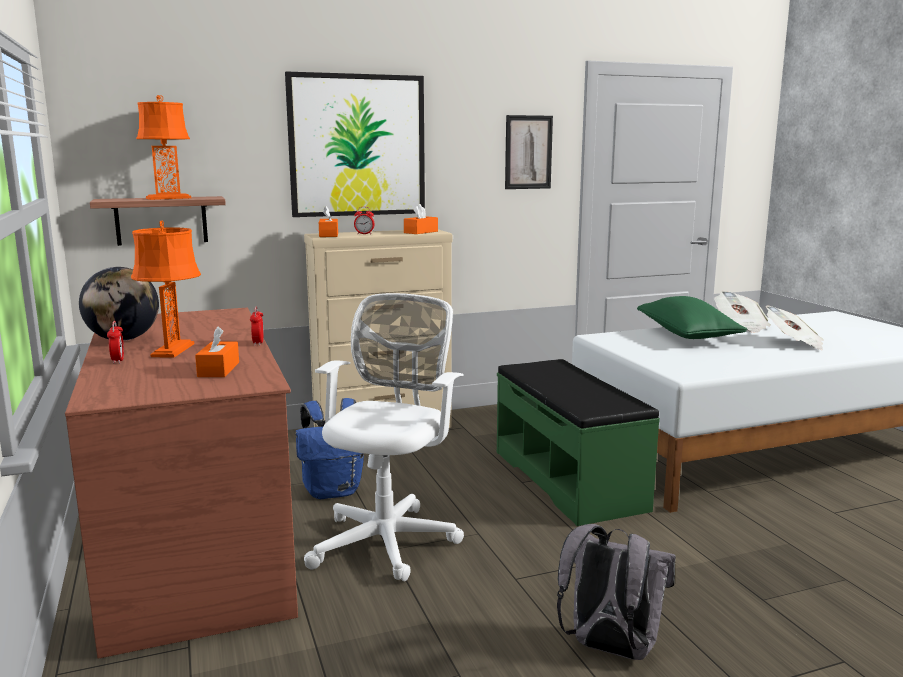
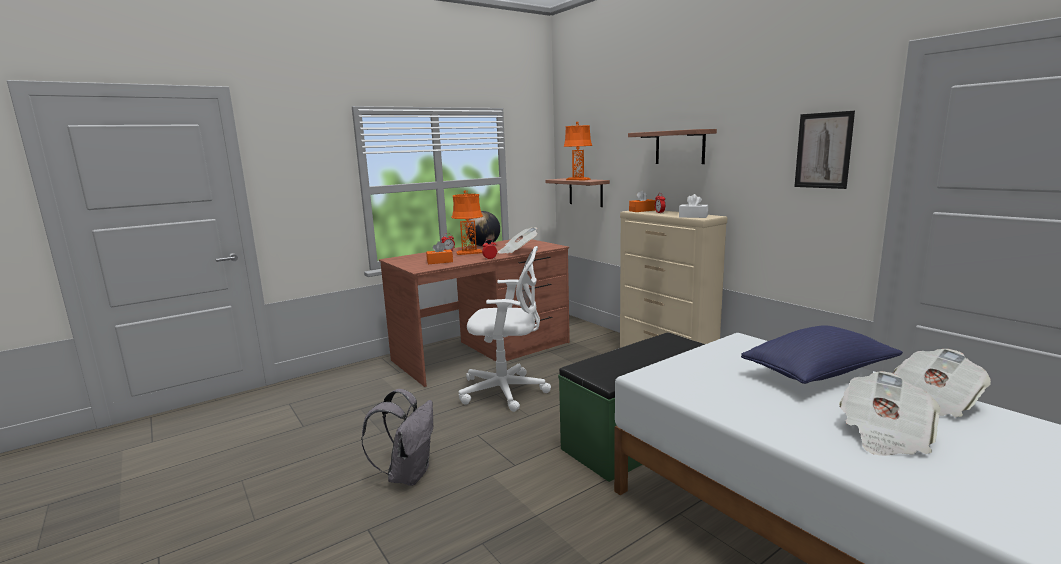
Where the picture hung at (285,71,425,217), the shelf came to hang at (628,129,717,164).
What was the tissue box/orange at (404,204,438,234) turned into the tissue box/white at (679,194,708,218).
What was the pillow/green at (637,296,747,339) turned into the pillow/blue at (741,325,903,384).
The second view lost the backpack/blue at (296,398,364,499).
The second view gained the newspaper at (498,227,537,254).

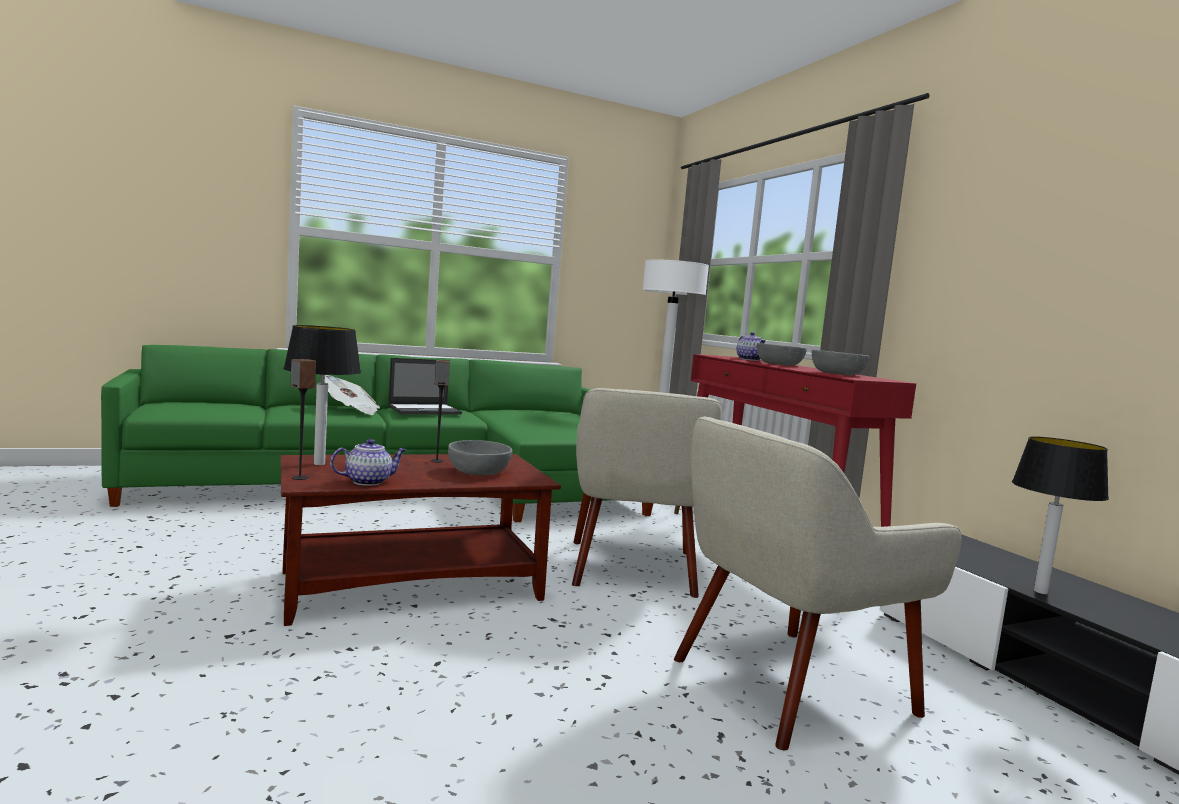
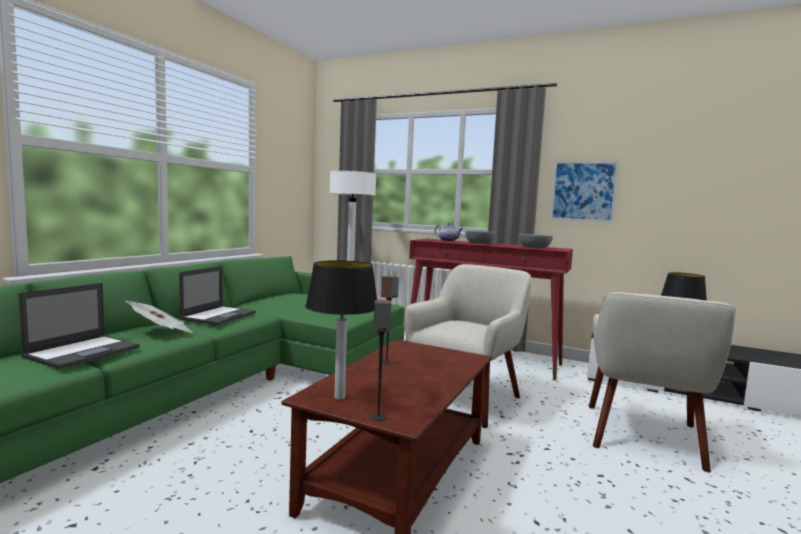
The armchair/beige at (572,388,723,598) ended up facing another way, 105 degrees counterclockwise from before.
The second view lost the teapot at (330,439,406,486).
The second view lost the bowl/grey at (448,440,512,476).
The second view gained the picture at (550,161,619,222).
The second view gained the laptop at (18,283,140,369).

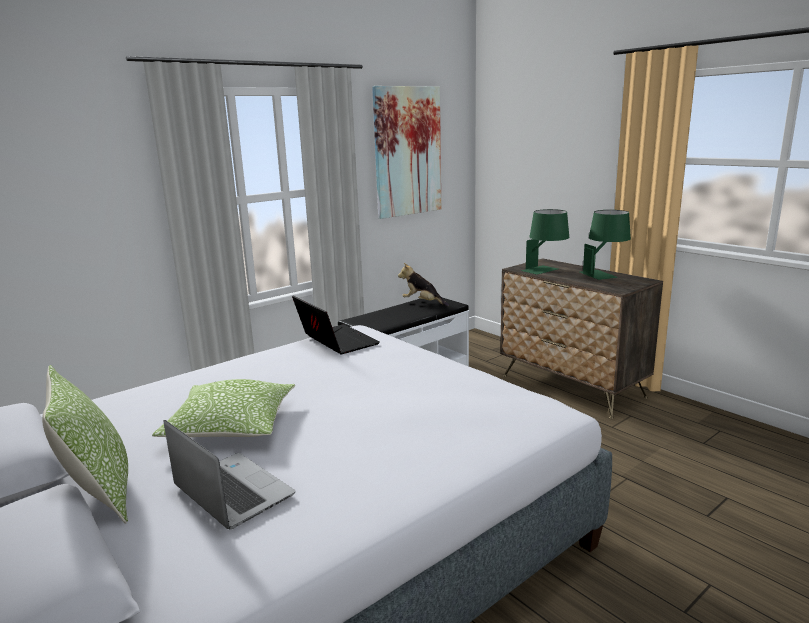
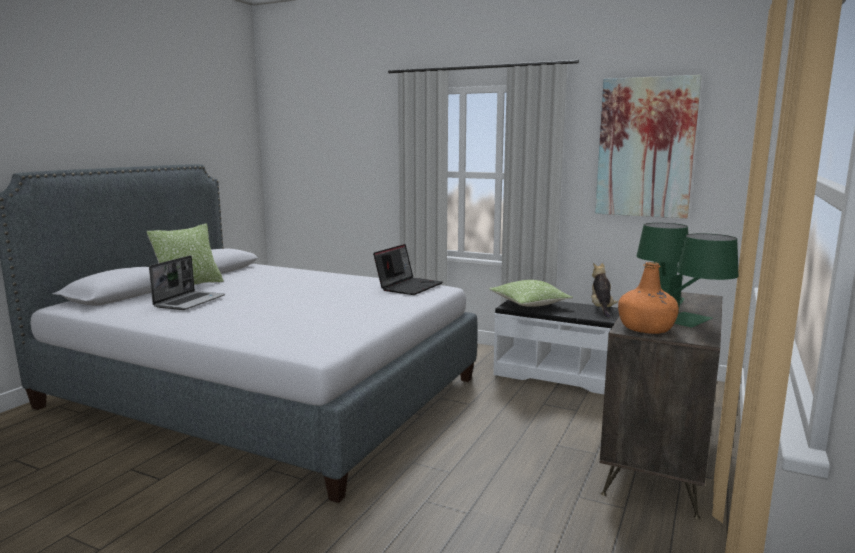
The pillow ended up elsewhere, having gone from (152,379,295,437) to (489,280,573,307).
The second view gained the bottle/orange at (618,262,679,334).

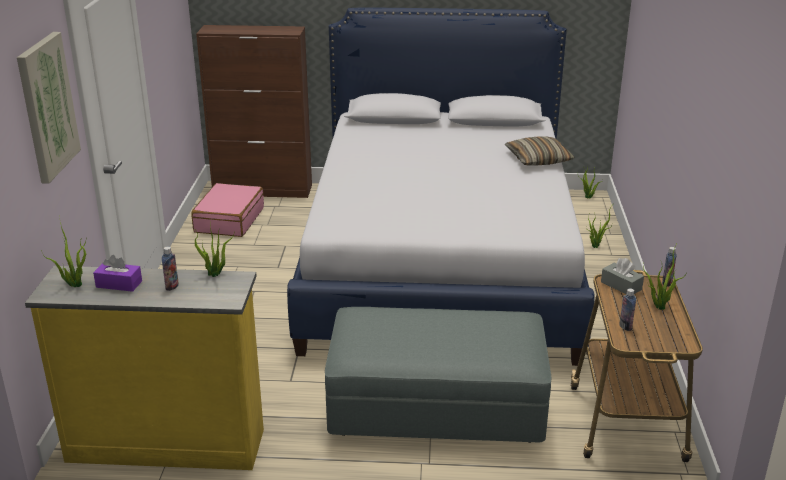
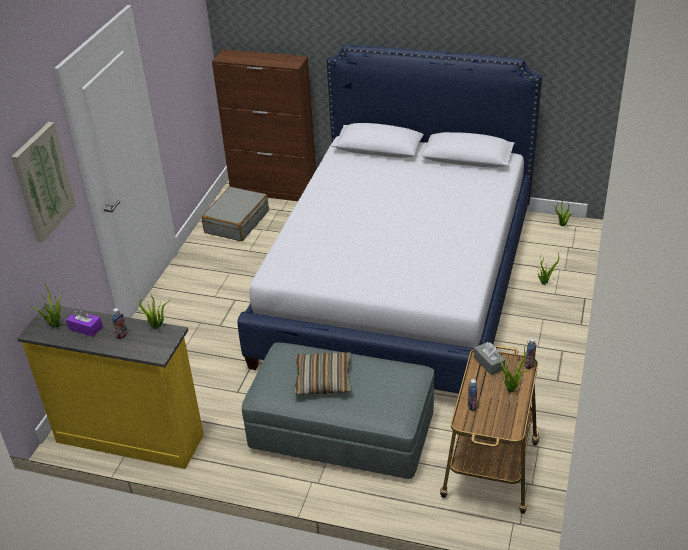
The pillow ended up elsewhere, having gone from (505,136,575,166) to (293,352,352,394).
What was the suitcase/pink at (192,183,264,237) turned into the suitcase/grey at (202,187,269,241).

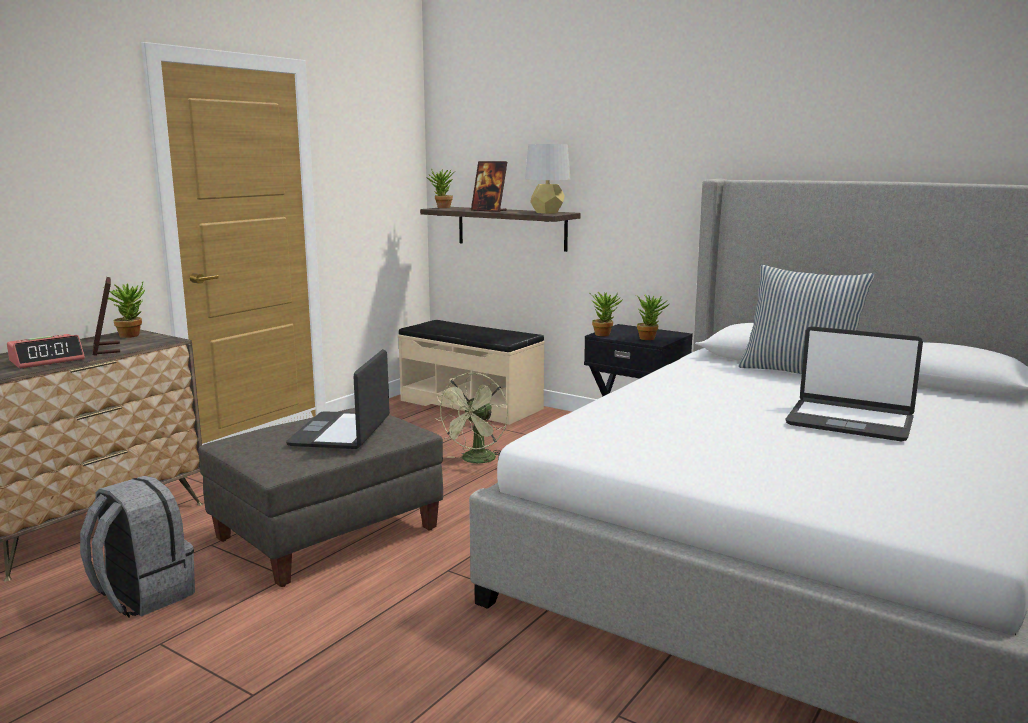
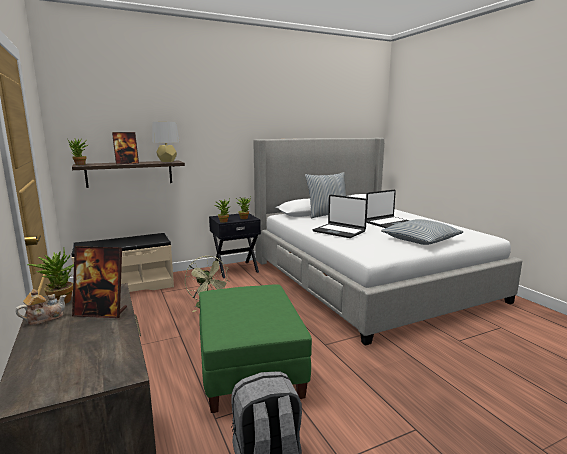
The second view lost the alarm clock at (7,334,85,369).
The laptop ended up elsewhere, having gone from (286,349,390,449) to (313,195,368,238).
What was the ottoman/grey at (198,408,443,587) turned into the ottoman/green at (199,284,312,413).
The second view gained the pillow at (381,219,464,245).
The second view gained the teapot at (15,289,66,325).

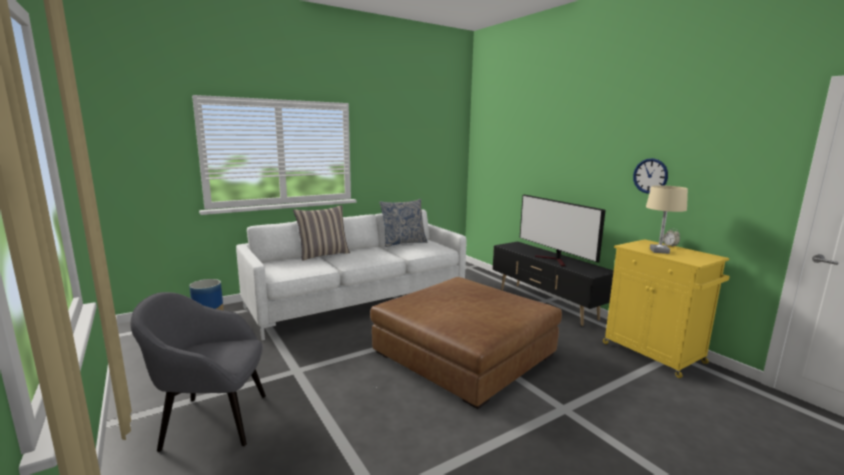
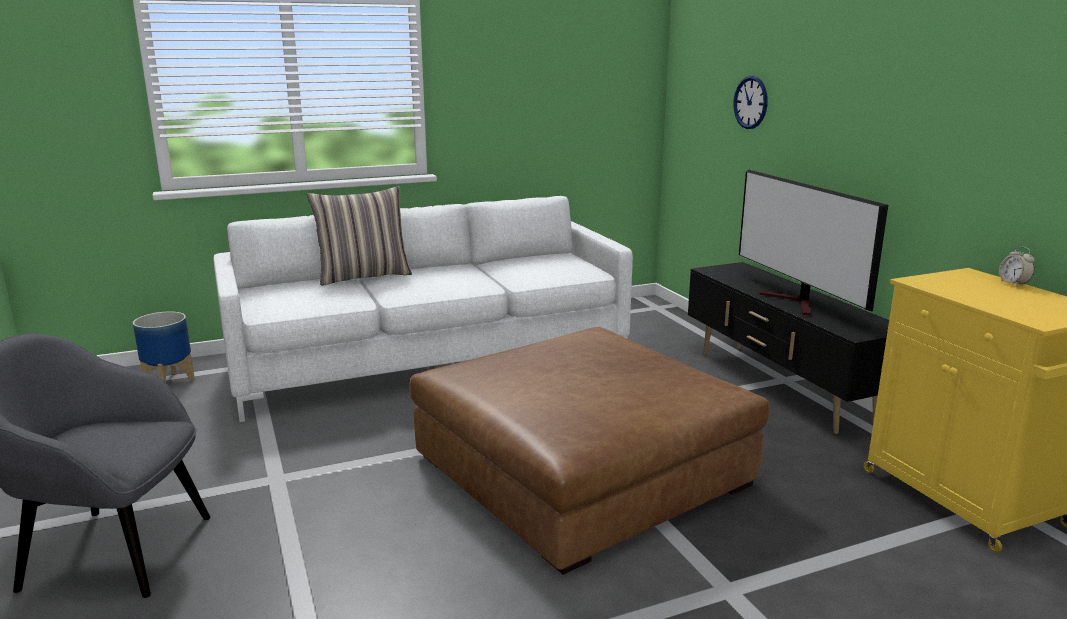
The wall clock ended up elsewhere, having gone from (633,158,668,194) to (734,76,768,129).
The second view lost the table lamp/beige at (646,185,688,254).
The second view lost the pillow at (379,199,428,247).

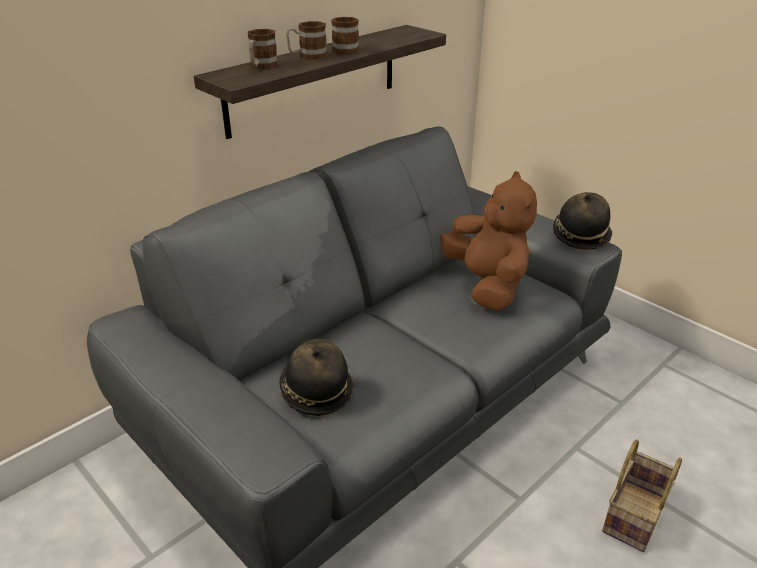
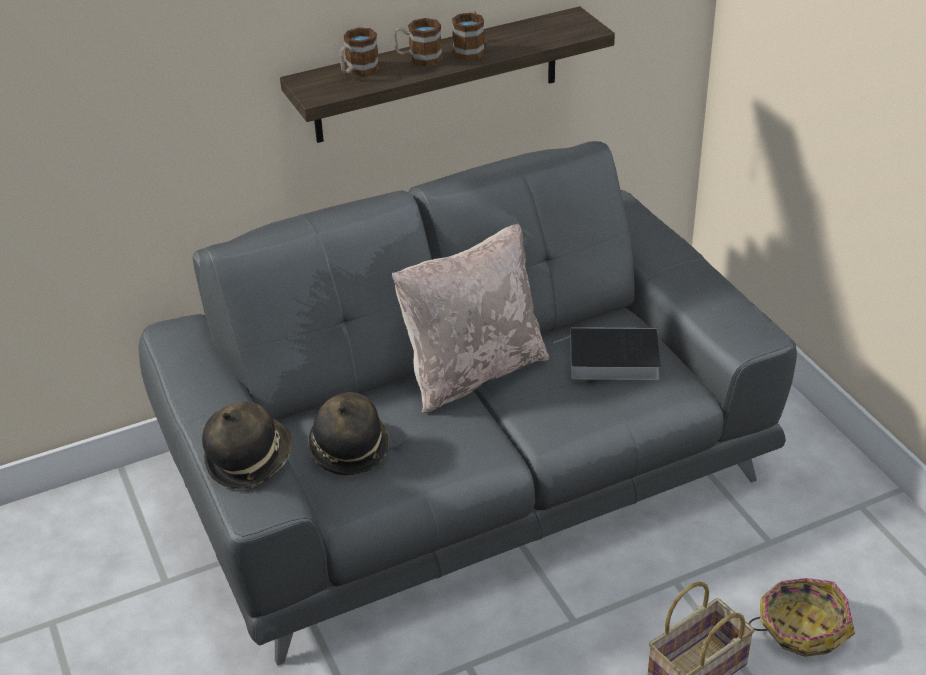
Where the plush toy/brown stood at (440,171,537,311), the book came to stand at (554,327,661,380).
The hat ended up elsewhere, having gone from (553,192,612,250) to (202,402,292,489).
The second view gained the pillow/beige at (392,224,549,413).
The second view gained the basket at (749,578,855,657).

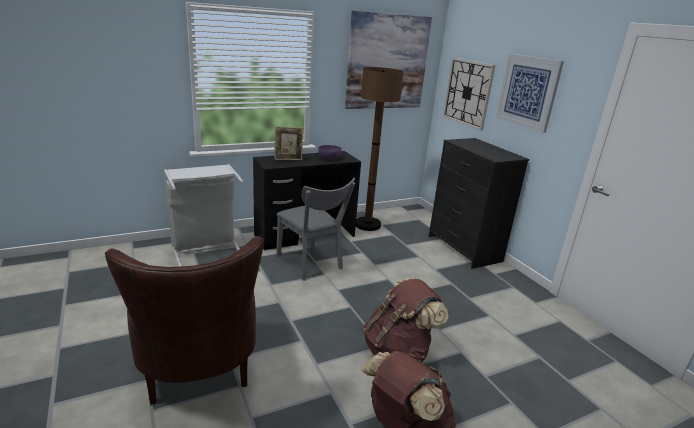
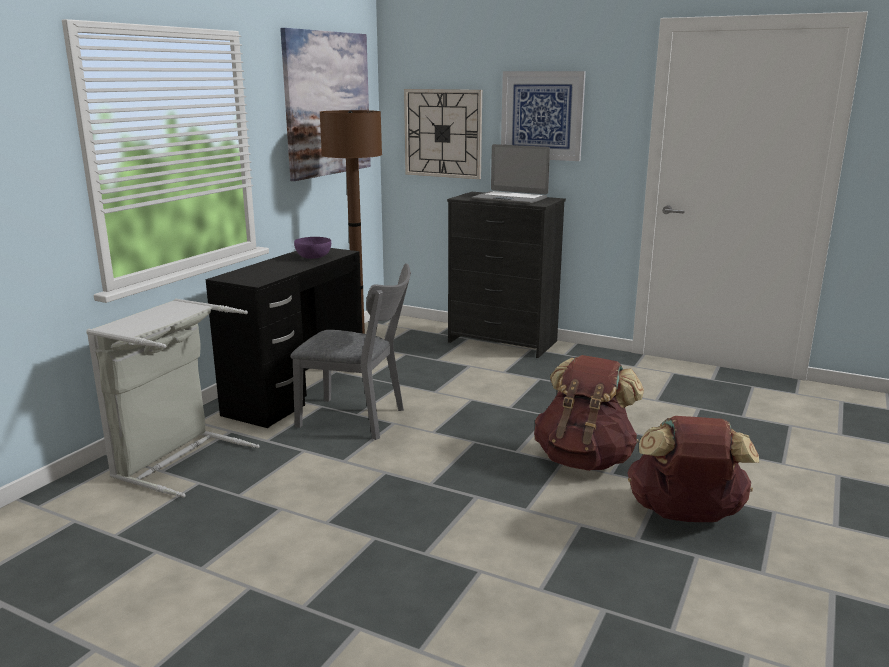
The second view lost the picture frame at (274,127,303,160).
The second view lost the armchair/brown at (105,236,264,405).
The second view gained the laptop at (472,144,550,204).

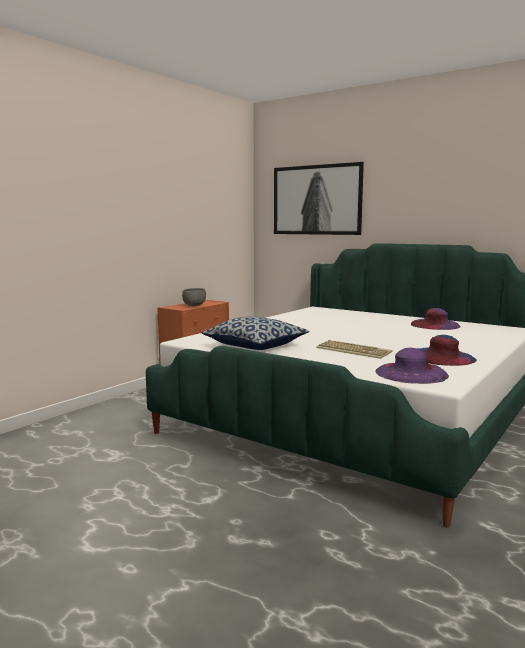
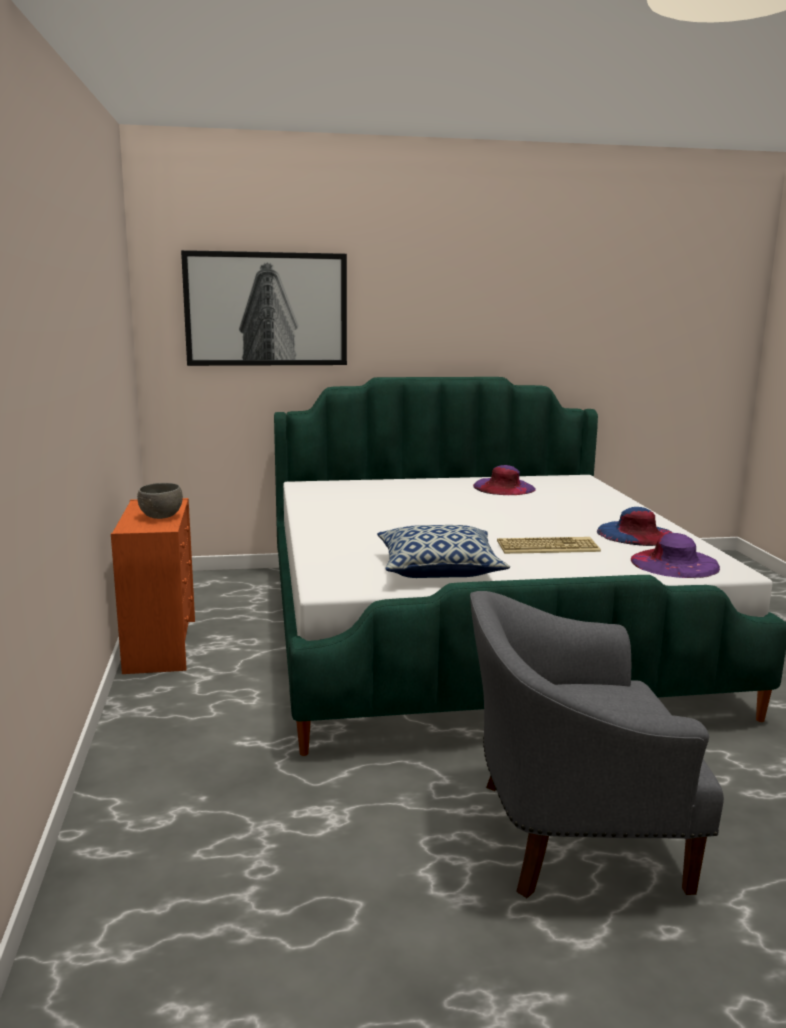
The second view gained the armchair/grey at (470,591,724,898).

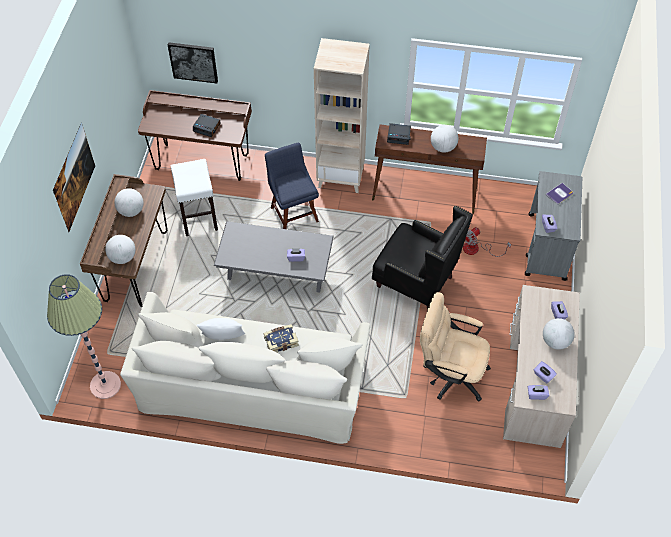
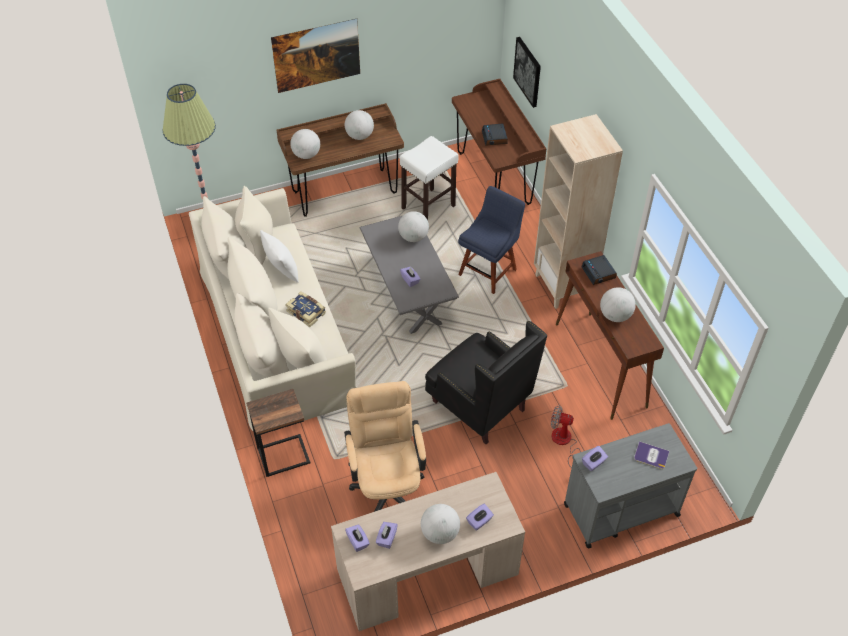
The armchair/black at (372,206,473,309) ended up facing another way, 45 degrees counterclockwise from before.
The second view gained the globe at (398,211,429,242).
The second view gained the side table at (246,389,310,477).

